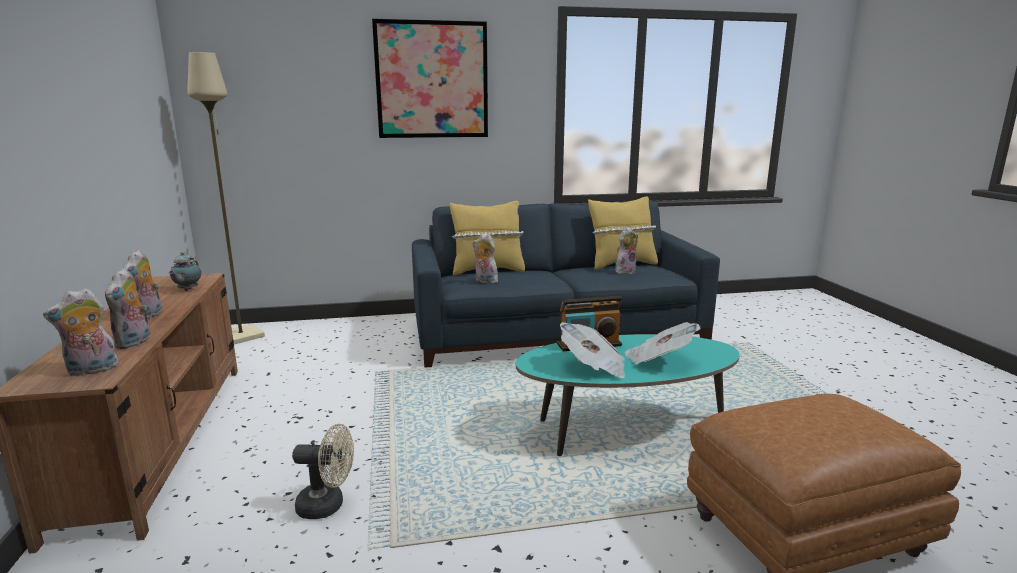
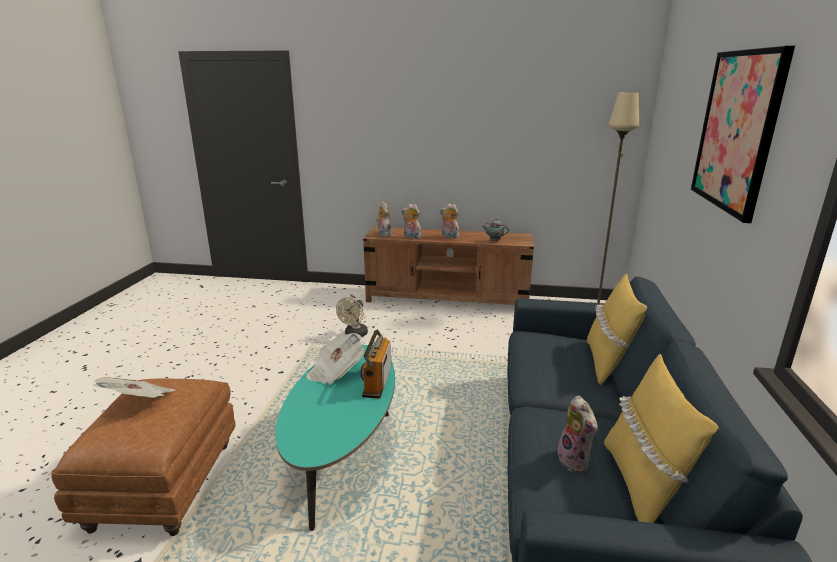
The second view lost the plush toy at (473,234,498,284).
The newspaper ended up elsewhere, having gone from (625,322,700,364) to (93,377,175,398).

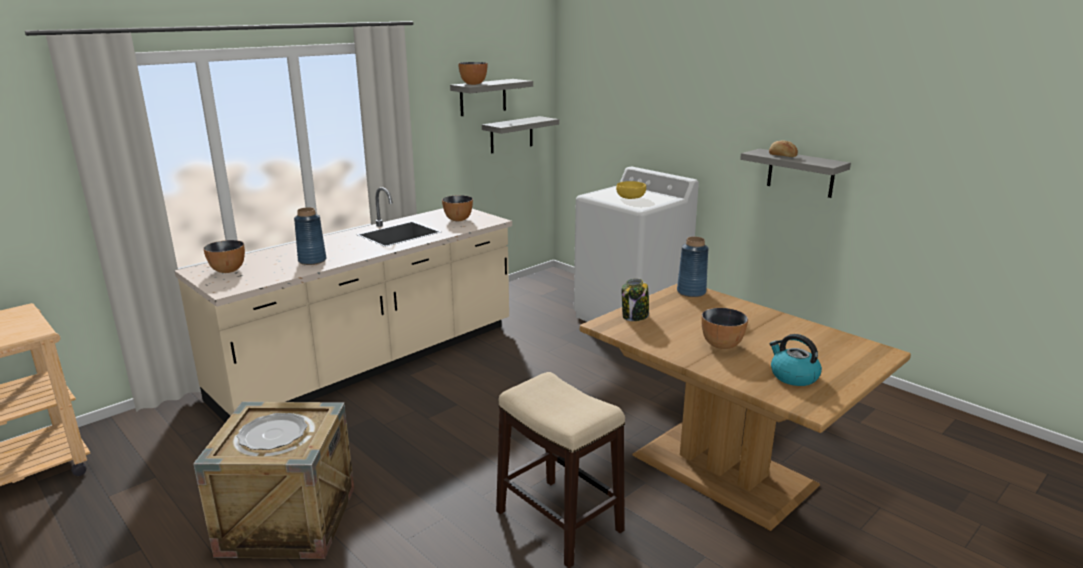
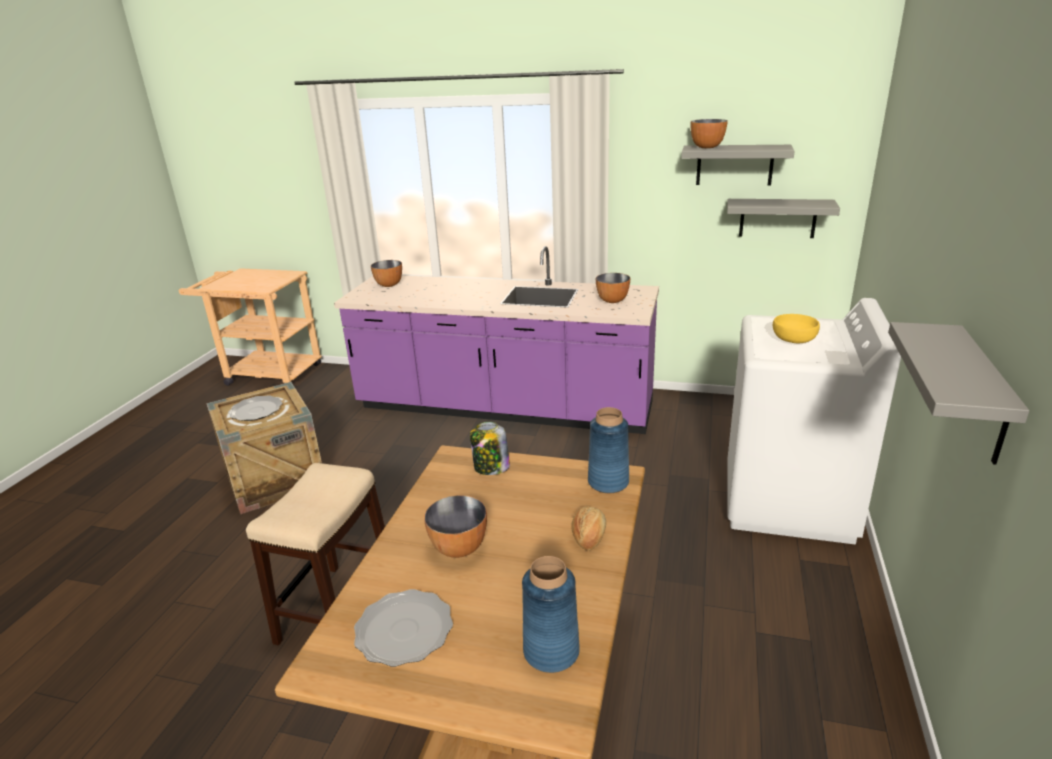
The bread ended up elsewhere, having gone from (769,140,798,157) to (571,506,606,550).
What was the counter/beige at (175,187,512,422) turned into the counter/purple at (334,246,659,434).
The vase/blue ended up elsewhere, having gone from (294,207,326,265) to (522,556,580,673).
Where the kettle stood at (769,334,822,386), the plate came to stand at (354,589,453,667).

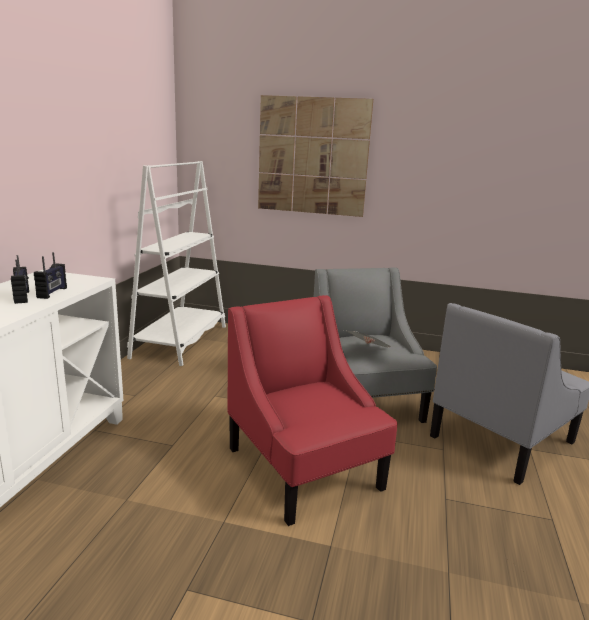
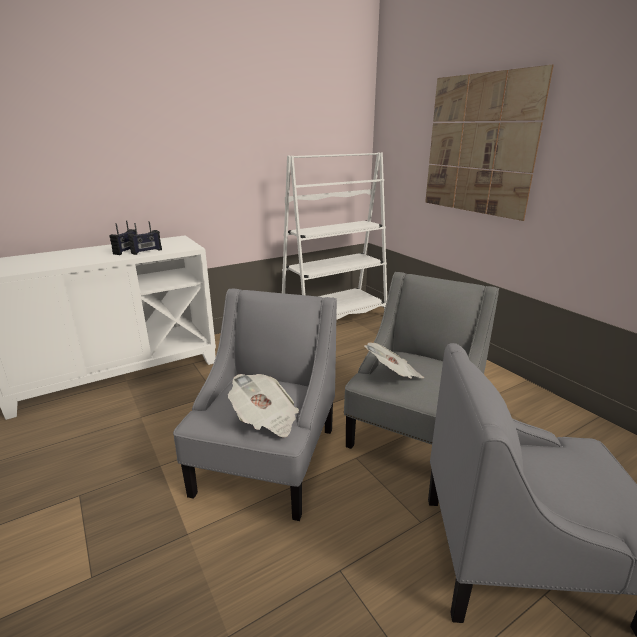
What was the armchair/red at (227,295,397,526) turned into the armchair/grey at (173,289,337,521).
The second view gained the newspaper at (228,374,299,438).

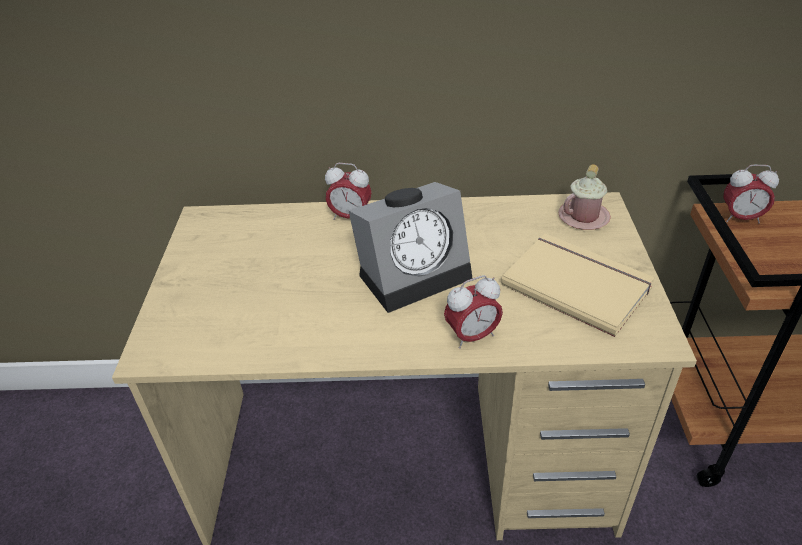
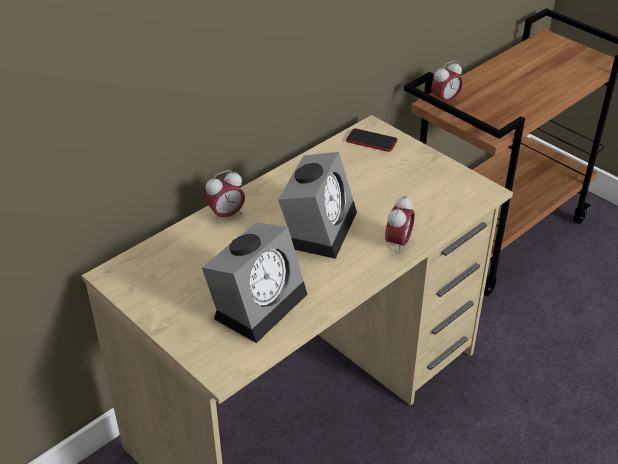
Where the mug/pink stood at (558,165,611,230), the phone came to stand at (346,128,398,152).
The second view lost the book/beige at (501,234,655,337).
The second view gained the alarm clock at (202,222,307,343).

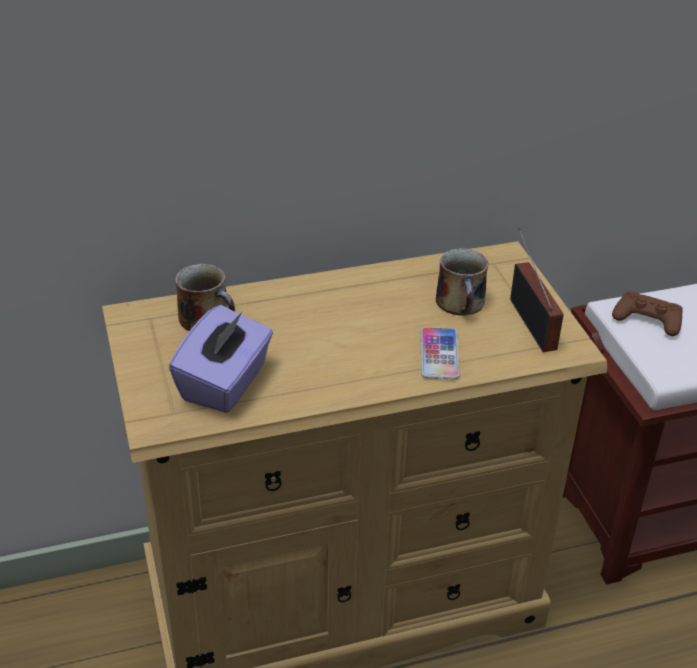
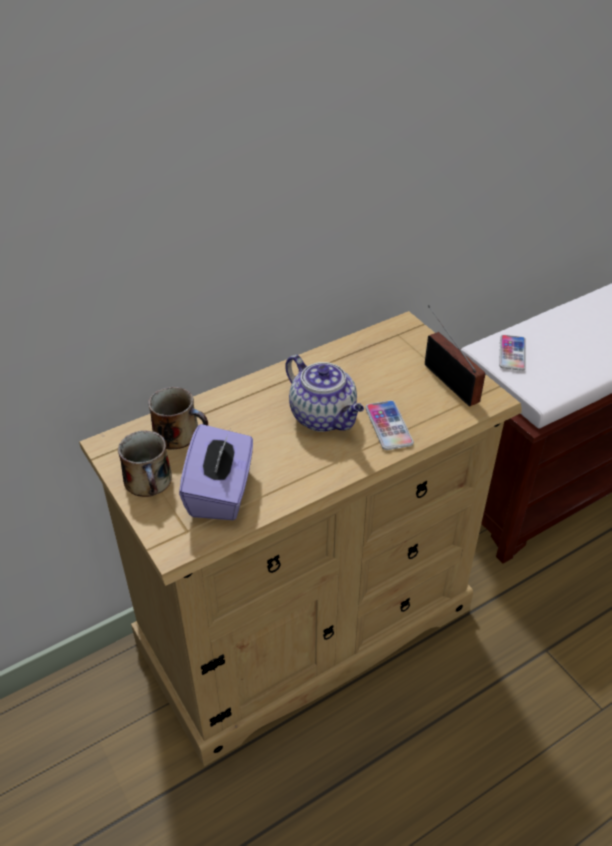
The mug ended up elsewhere, having gone from (436,248,488,316) to (118,430,172,497).
Where the game controller/brown stood at (612,291,683,336), the phone came to stand at (499,335,526,371).
The second view gained the teapot at (285,355,364,432).

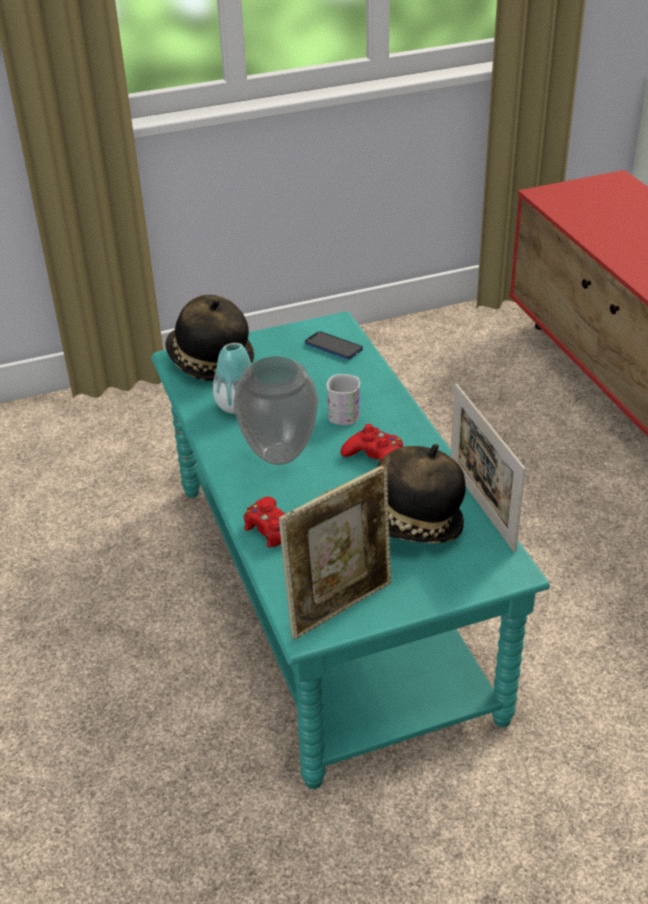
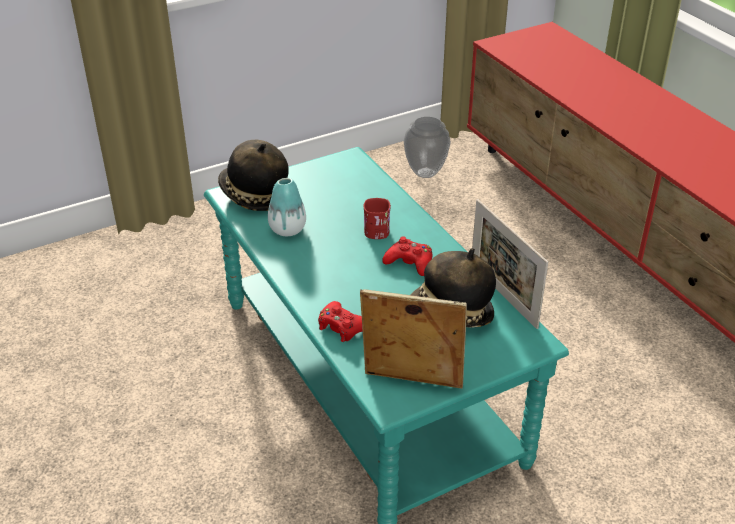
The second view lost the phone at (305,331,363,359).
The vase ended up elsewhere, having gone from (233,357,319,465) to (404,117,450,178).
What was the mug/white at (327,374,360,425) turned into the mug/red at (363,198,391,239).
The picture frame at (279,464,391,640) ended up facing another way, 120 degrees counterclockwise from before.

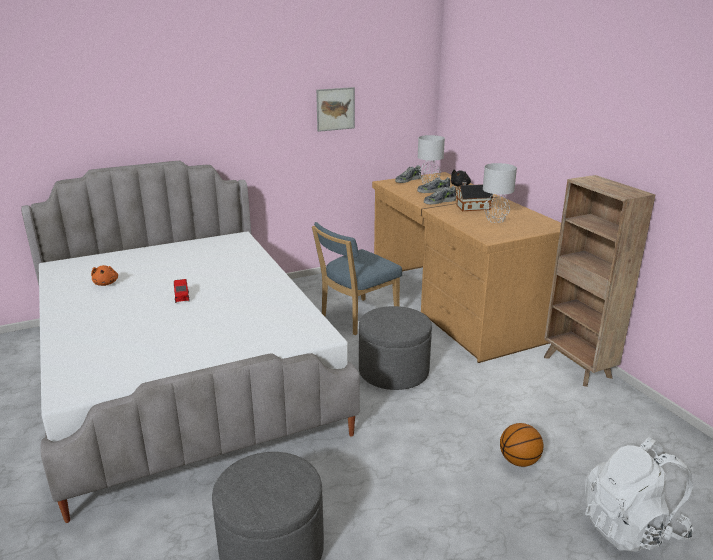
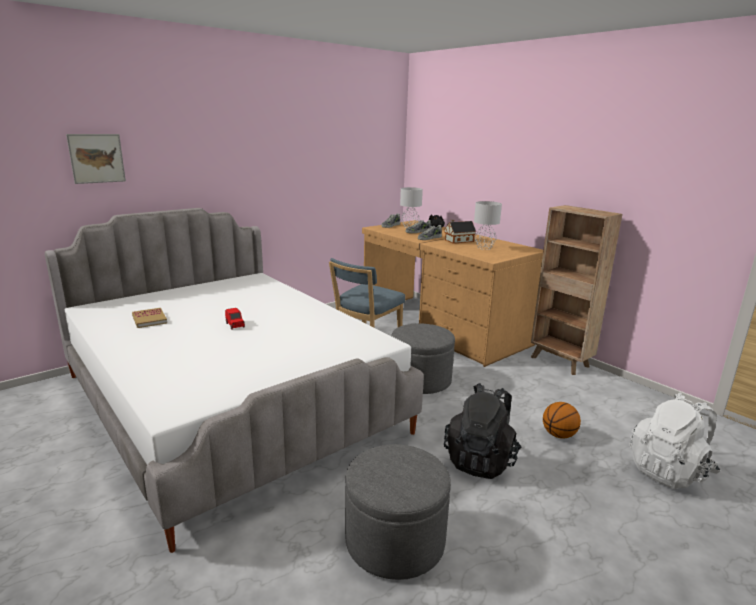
The picture ended up elsewhere, having gone from (316,87,355,132) to (66,134,126,184).
Where the plush toy/orange stood at (91,265,118,286), the book came to stand at (132,308,167,328).
The second view gained the backpack/black at (444,383,521,479).

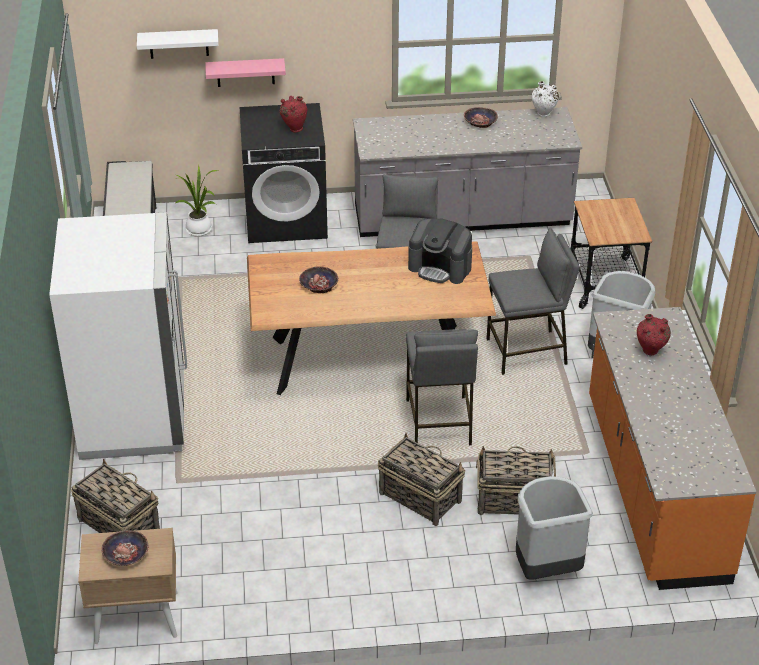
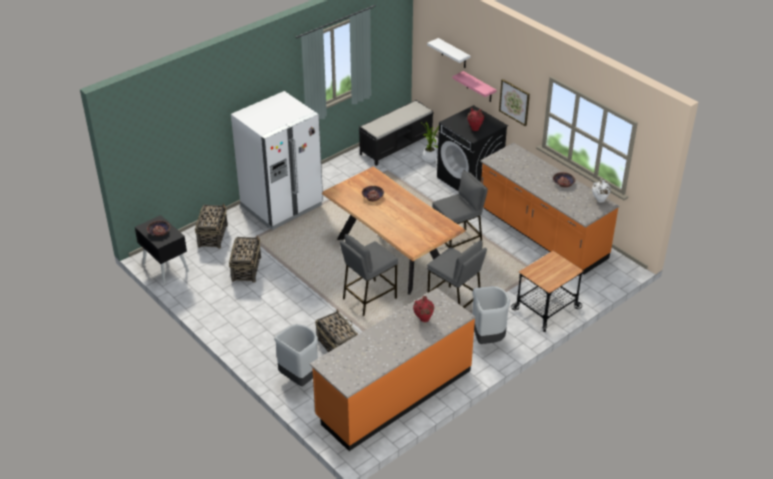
What was the counter/grey at (353,107,582,237) turned into the counter/orange at (480,143,619,275).
The second view lost the coffee machine at (408,218,472,284).
The basket ended up elsewhere, having gone from (378,433,465,526) to (229,235,261,283).
What was the nightstand/beige at (78,528,178,644) turned into the nightstand/black at (135,215,189,284).
The second view gained the picture at (499,79,530,126).

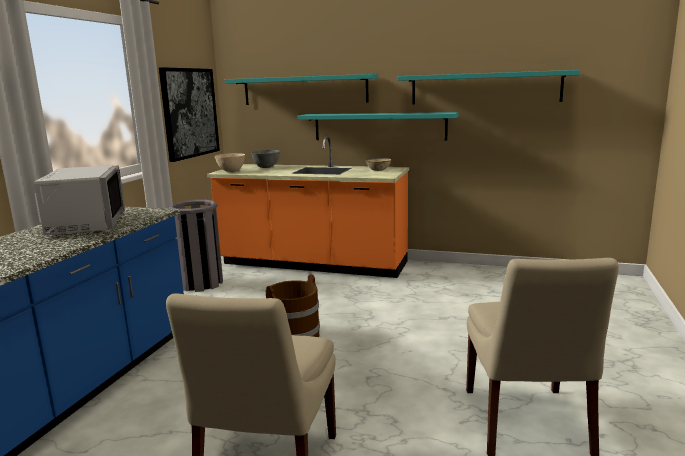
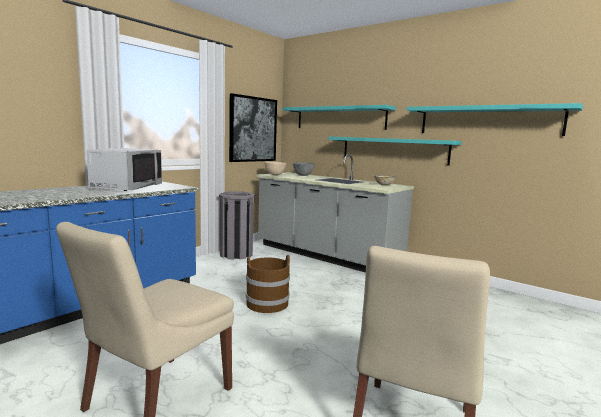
What was the counter/orange at (207,136,409,278) turned into the counter/grey at (256,155,414,273).

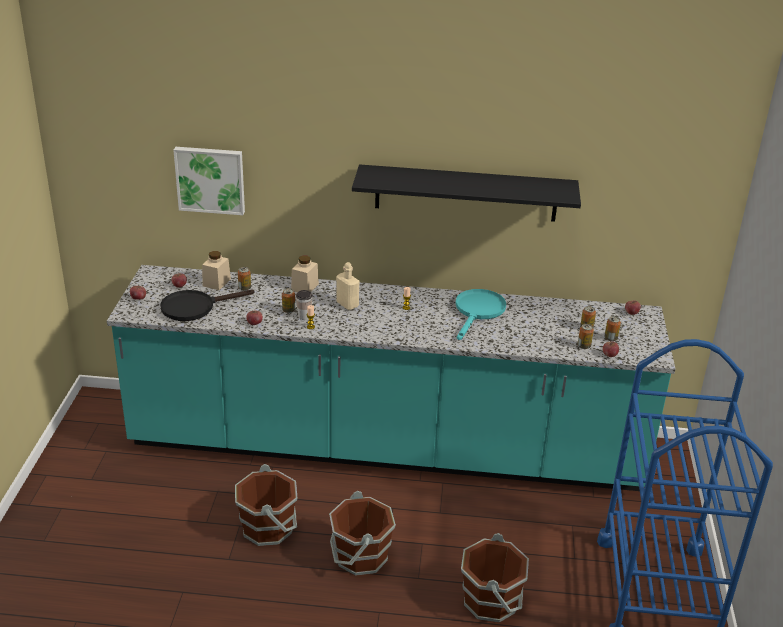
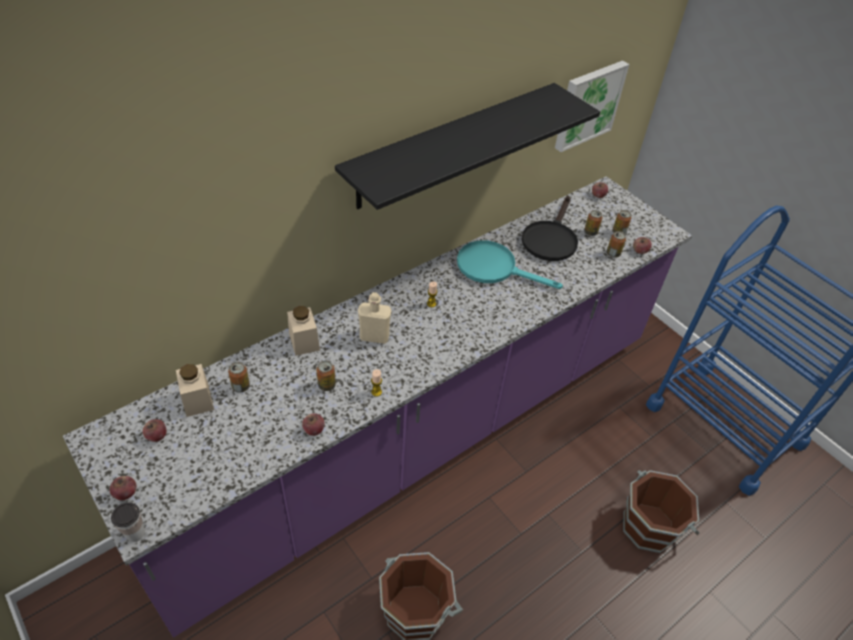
The picture ended up elsewhere, having gone from (173,147,245,215) to (555,61,629,152).
What was the counter/turquoise at (107,265,675,491) turned into the counter/purple at (63,176,692,637).
The frying pan/turquoise at (455,289,506,340) ended up facing another way, 45 degrees counterclockwise from before.
The frying pan/black ended up elsewhere, having gone from (160,290,254,321) to (521,196,578,261).
The cup ended up elsewhere, having gone from (296,290,312,320) to (111,502,145,542).
The second view lost the bucket/brown at (329,491,396,576).

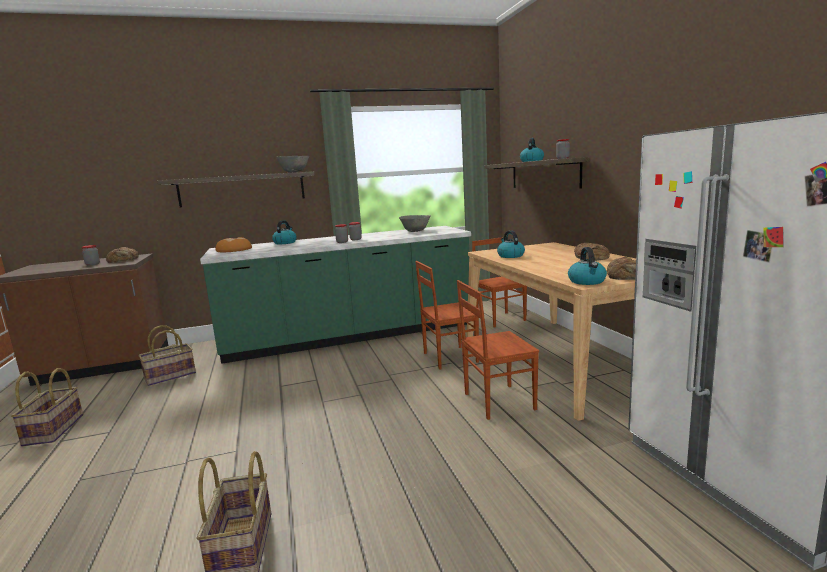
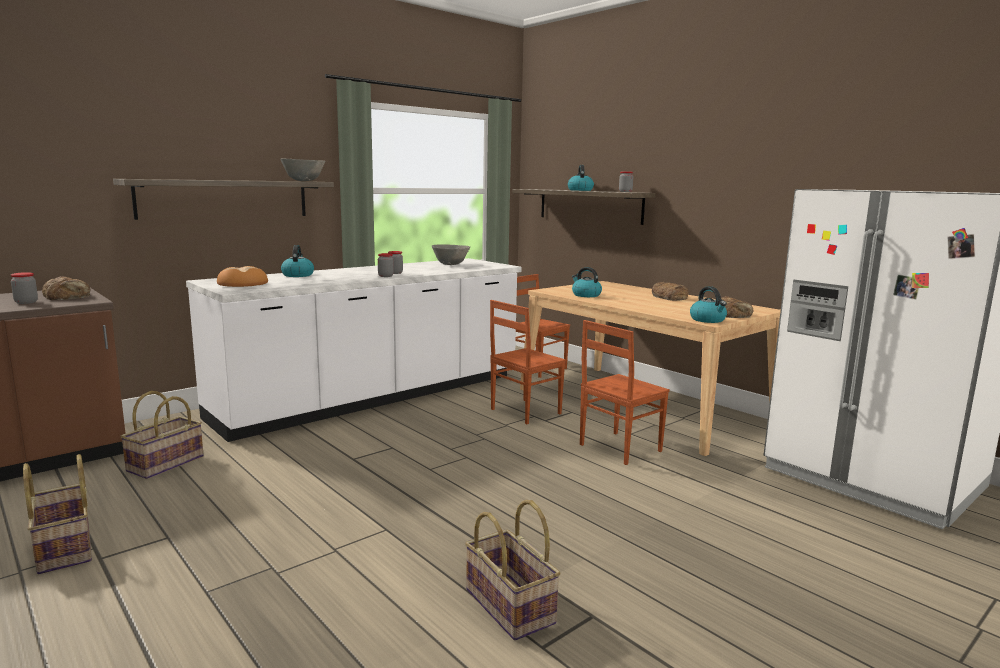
What was the counter/green at (200,226,471,364) turned into the counter/white at (186,258,522,442).

